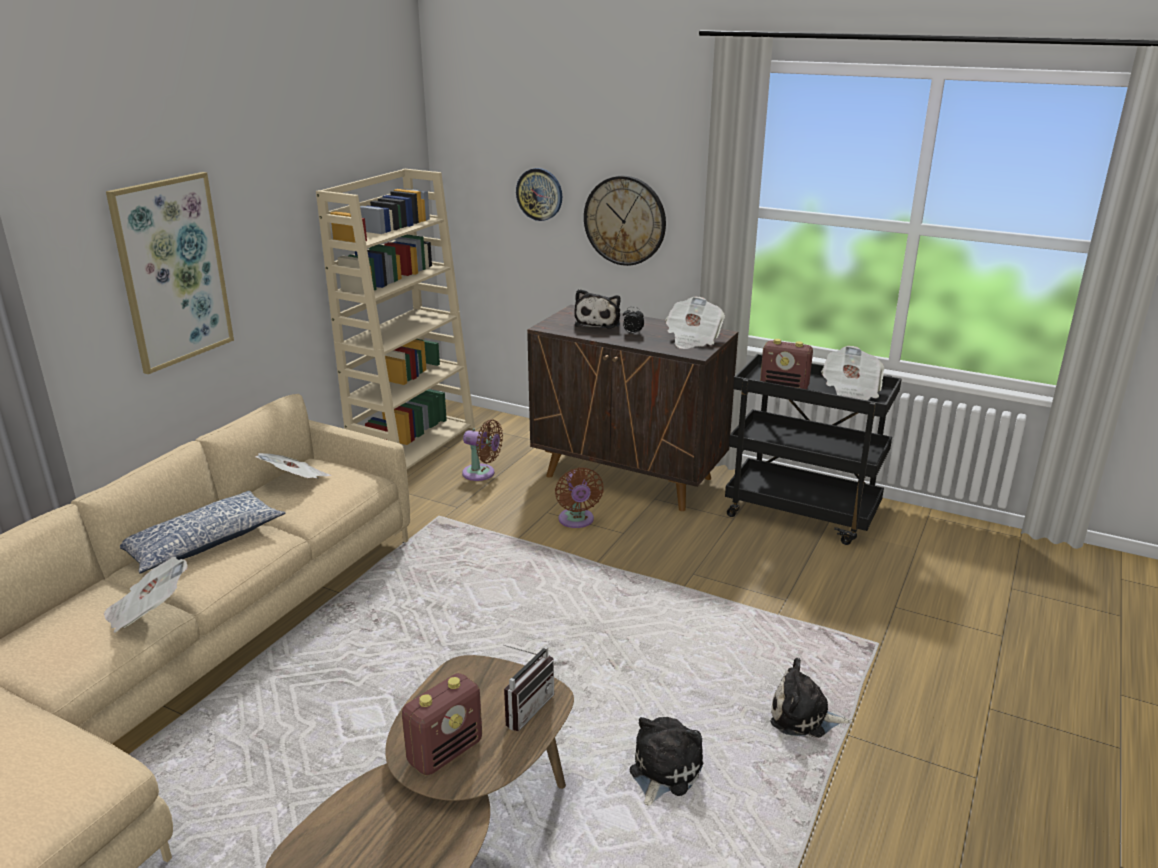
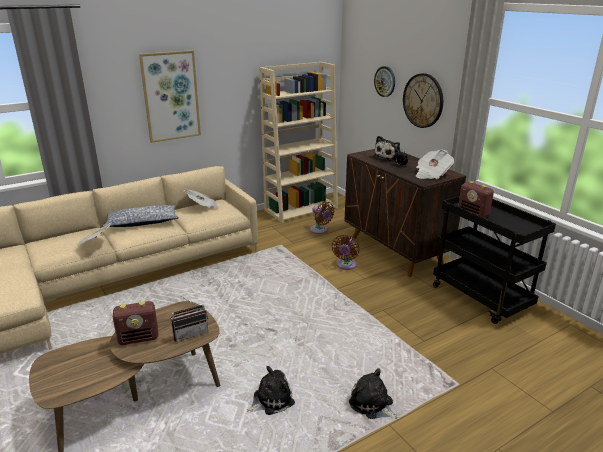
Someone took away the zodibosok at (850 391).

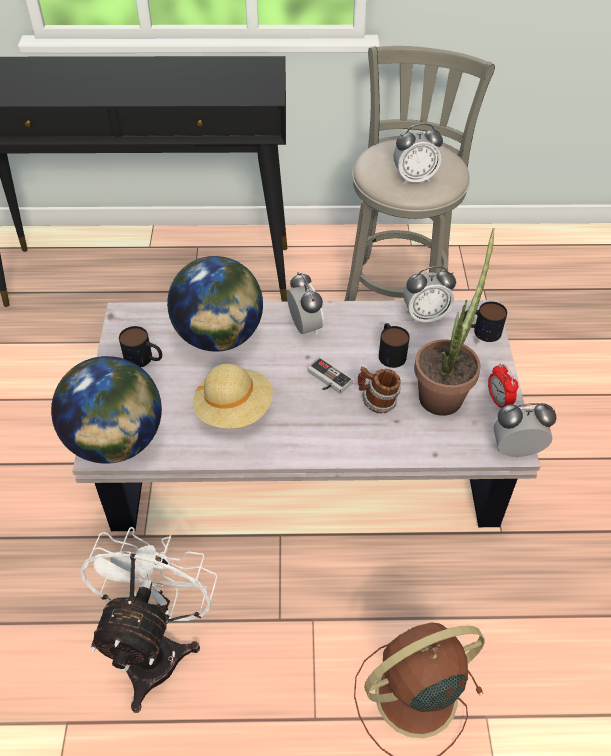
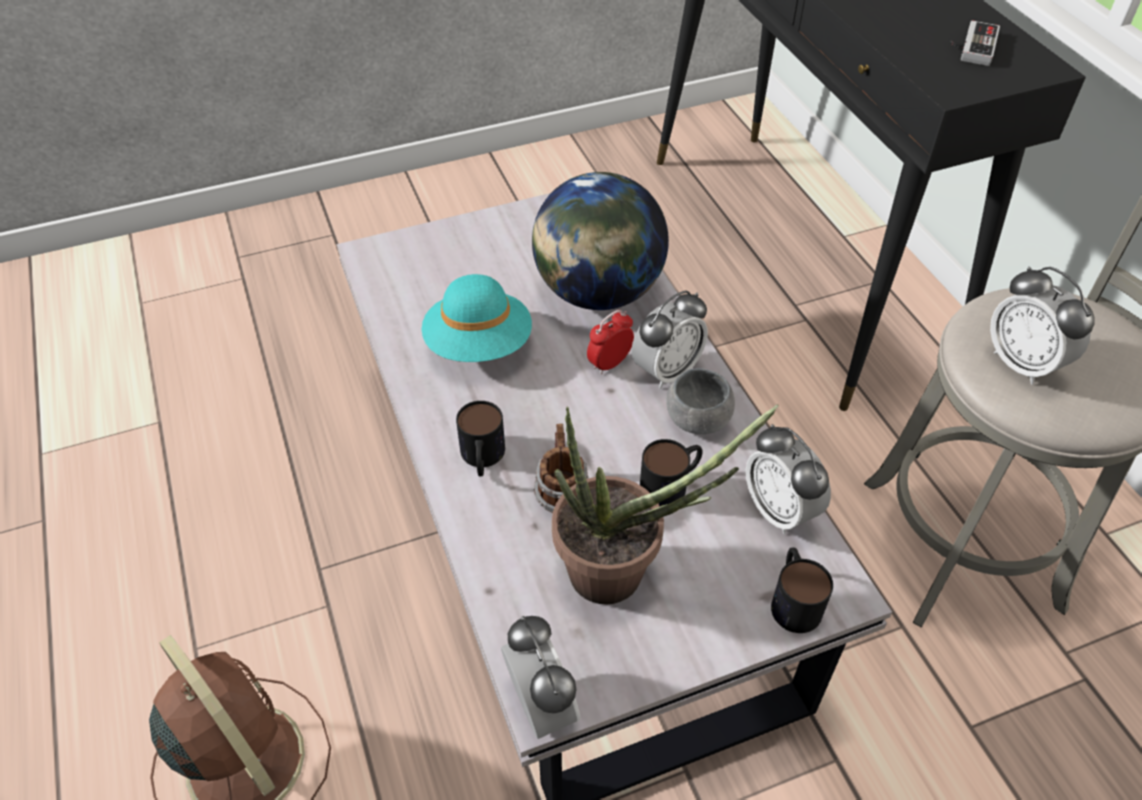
Someone took away the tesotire at (116 442). Someone took away the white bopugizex at (156 647). Someone carried the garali from (144 359) to (482 458). Someone repainted the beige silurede at (234 410), which became the turquoise silurede at (479 345). Someone carried the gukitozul from (326 380) to (971 46). Someone carried the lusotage from (498 401) to (609 363). Someone put down the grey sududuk at (697 419).

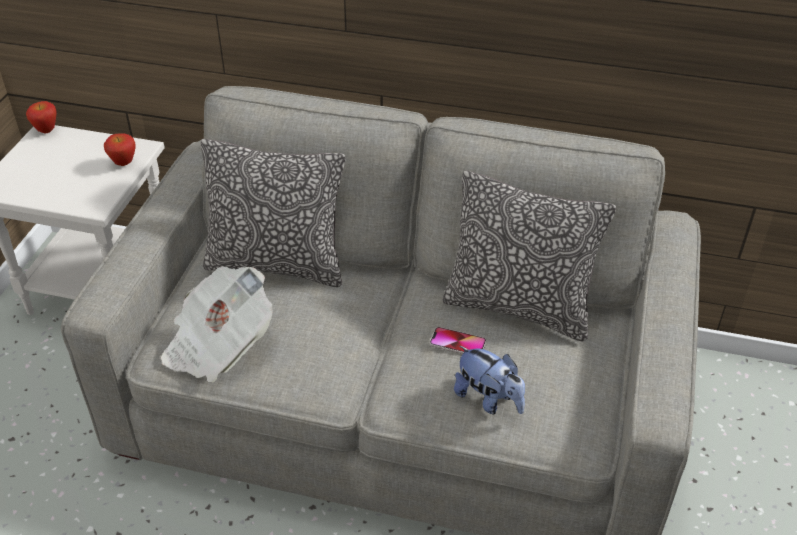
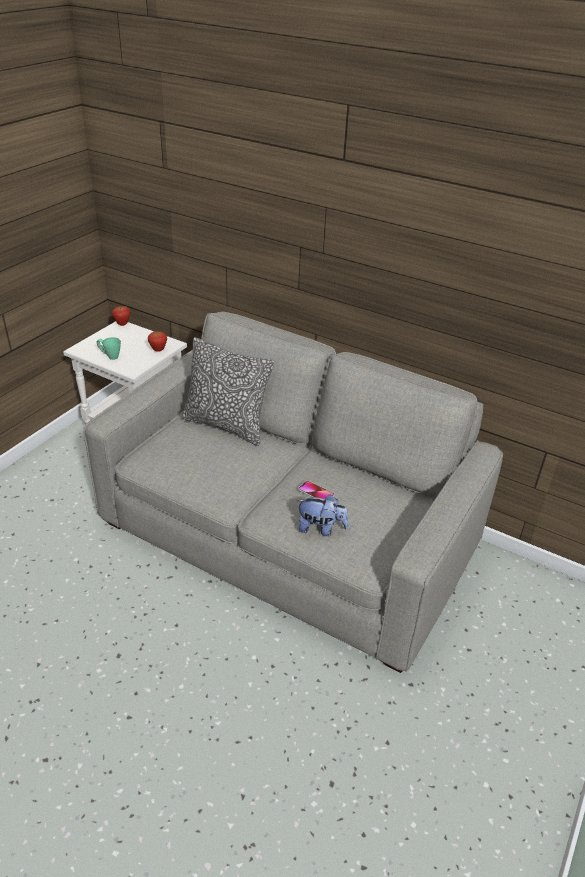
Someone took away the zodibosok at (218 344). Someone took away the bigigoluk at (518 307). Someone rotated the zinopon at (489 399) by 45 degrees counterclockwise. Someone put down the green garali at (109 356).

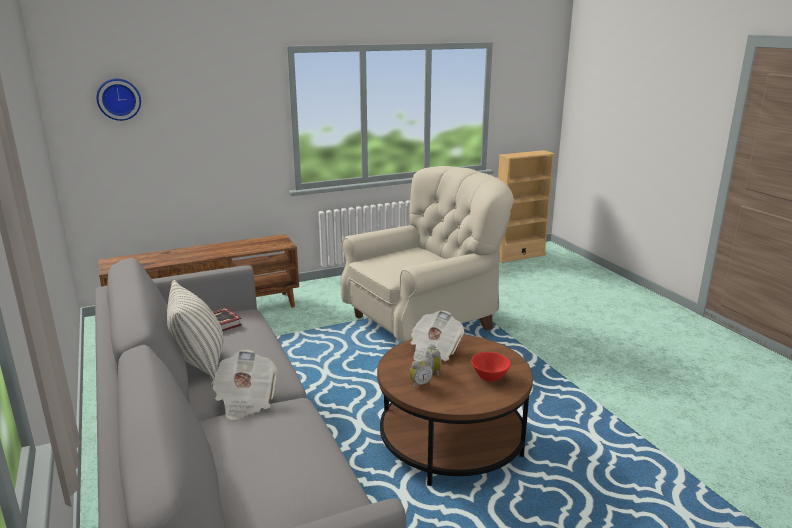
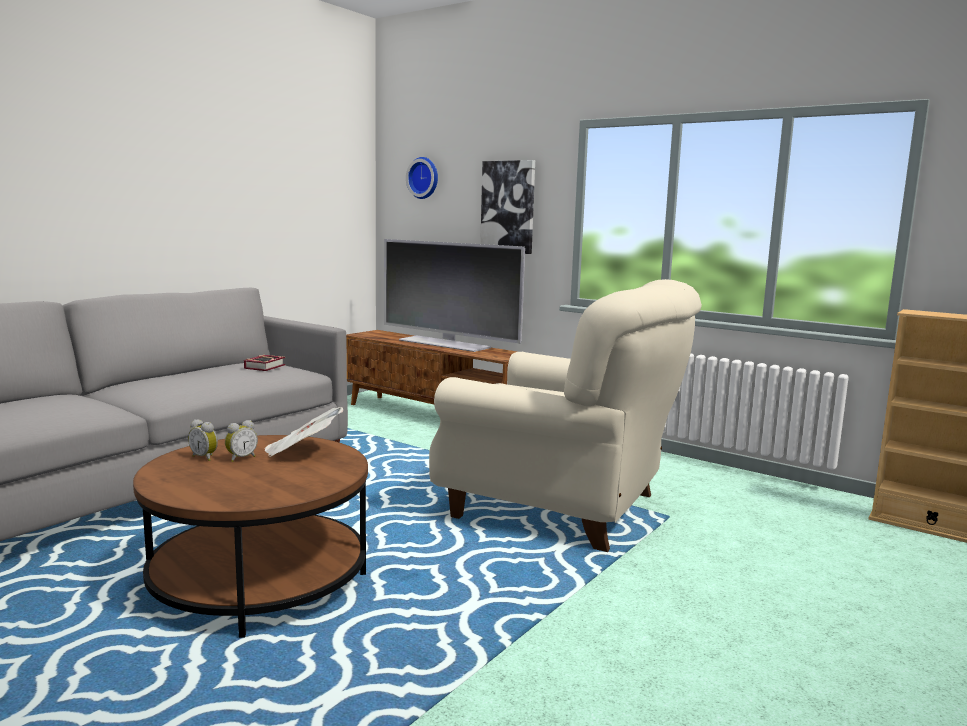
Someone took away the bigigoluk at (199 362). Someone took away the zodibosok at (245 400). Someone took away the red sududuk at (489 378). Someone put down the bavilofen at (445 343). Someone put up the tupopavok at (508 207).

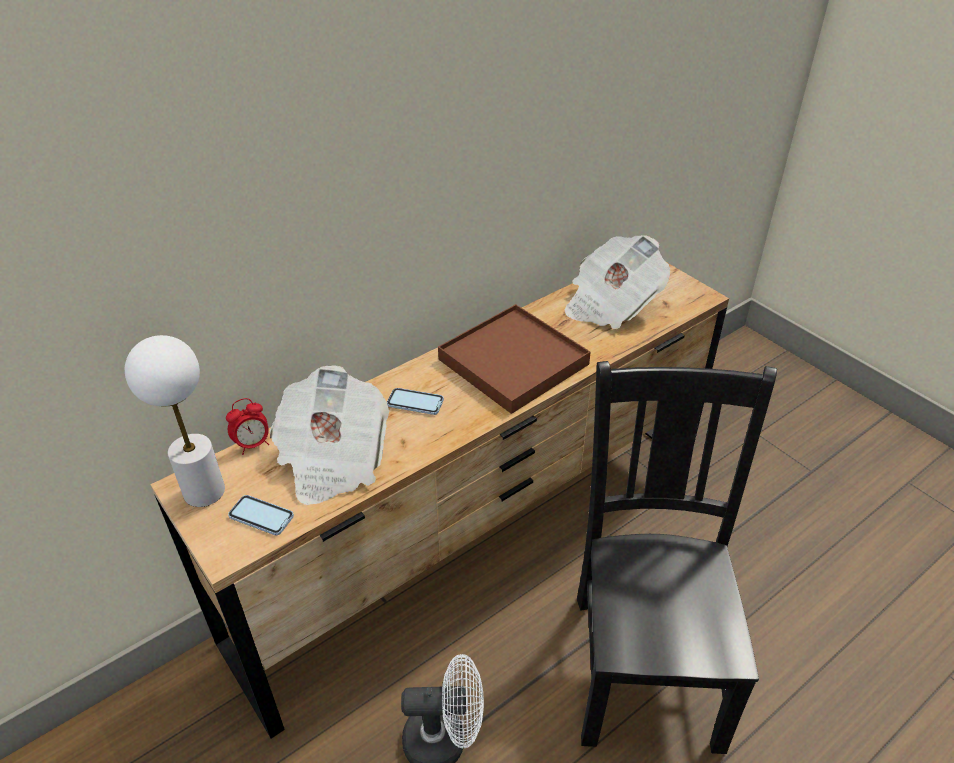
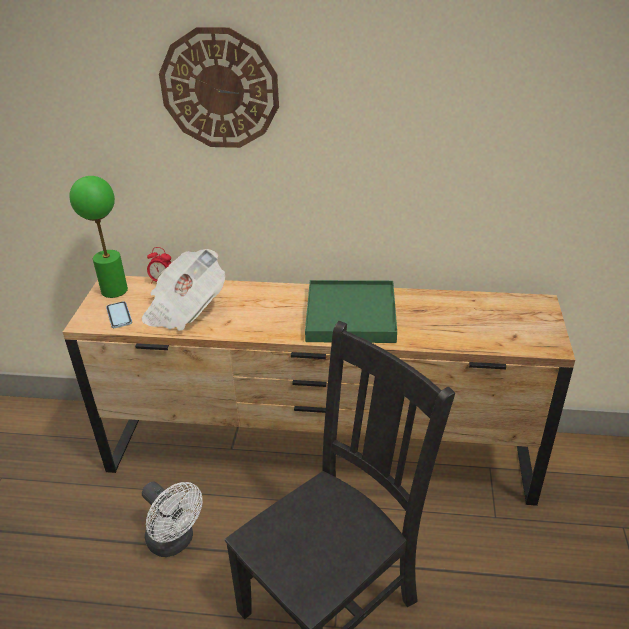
Someone repainted the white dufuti at (204 492), which became the green dufuti at (114 290). Someone took away the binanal at (415 403). Someone repainted the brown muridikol at (513 362), which became the green muridikol at (350 315). Someone took away the zodibosok at (611 304). Someone put up the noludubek at (219 89).

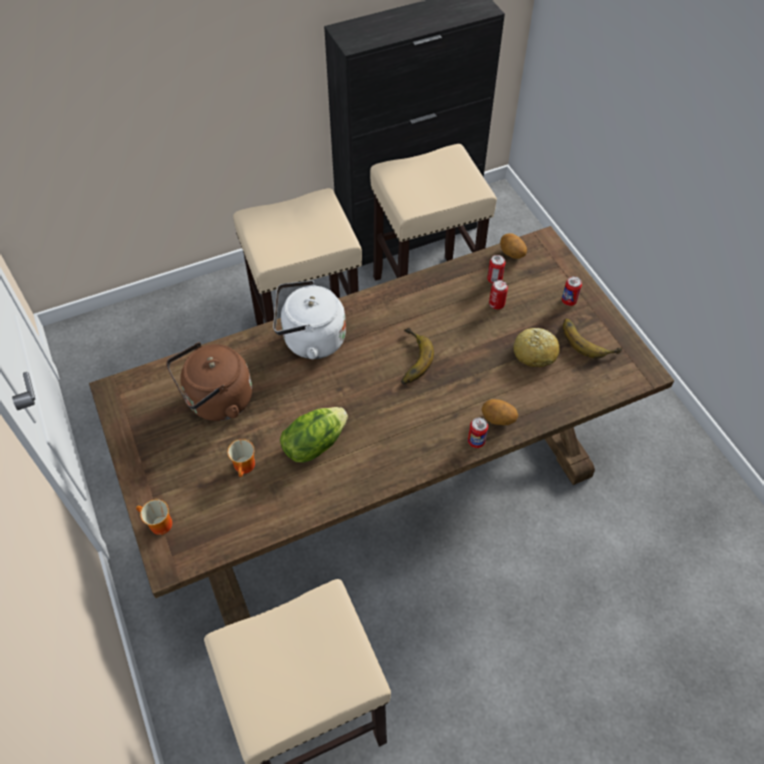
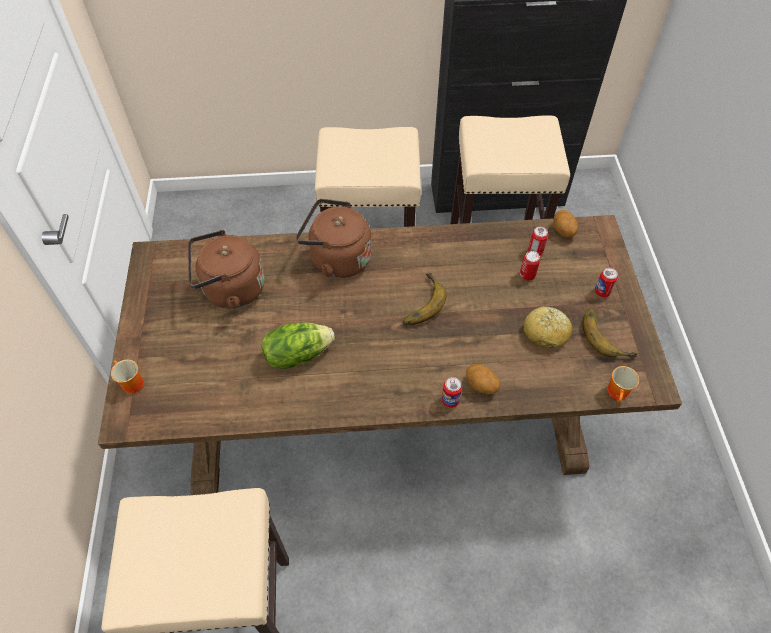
Someone carried the garali from (246 467) to (618 394). Someone repainted the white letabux at (310 340), which became the brown letabux at (336 259).

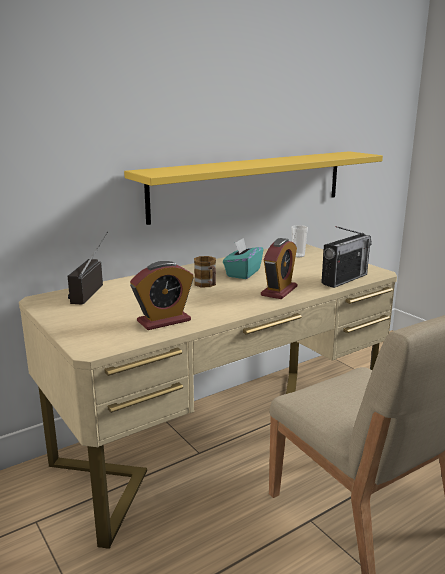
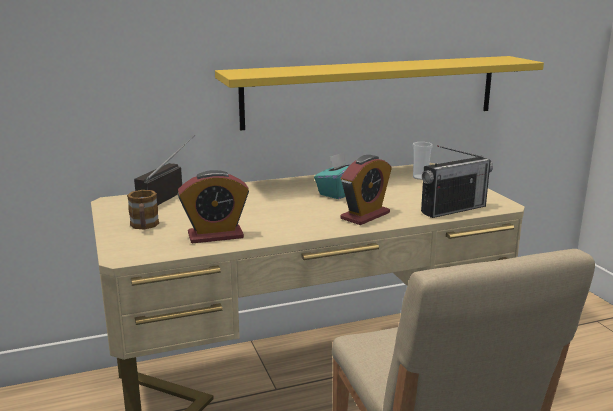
Someone carried the garali from (207 285) to (144 226).

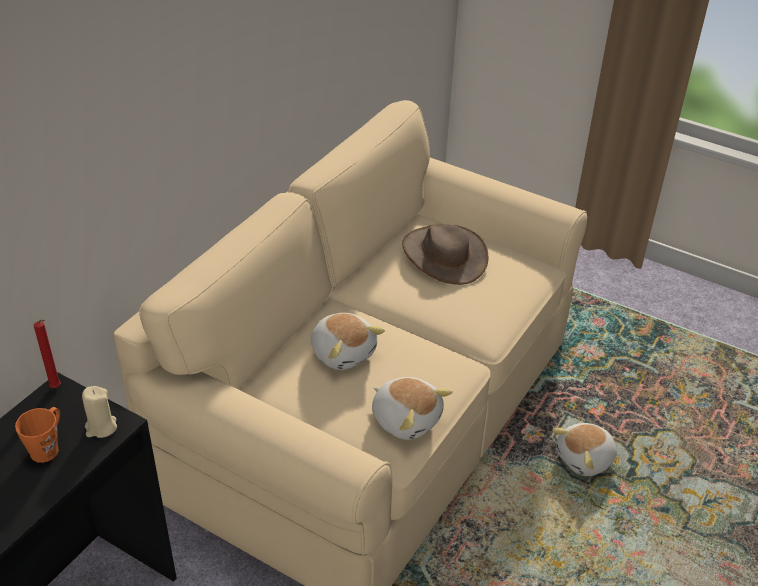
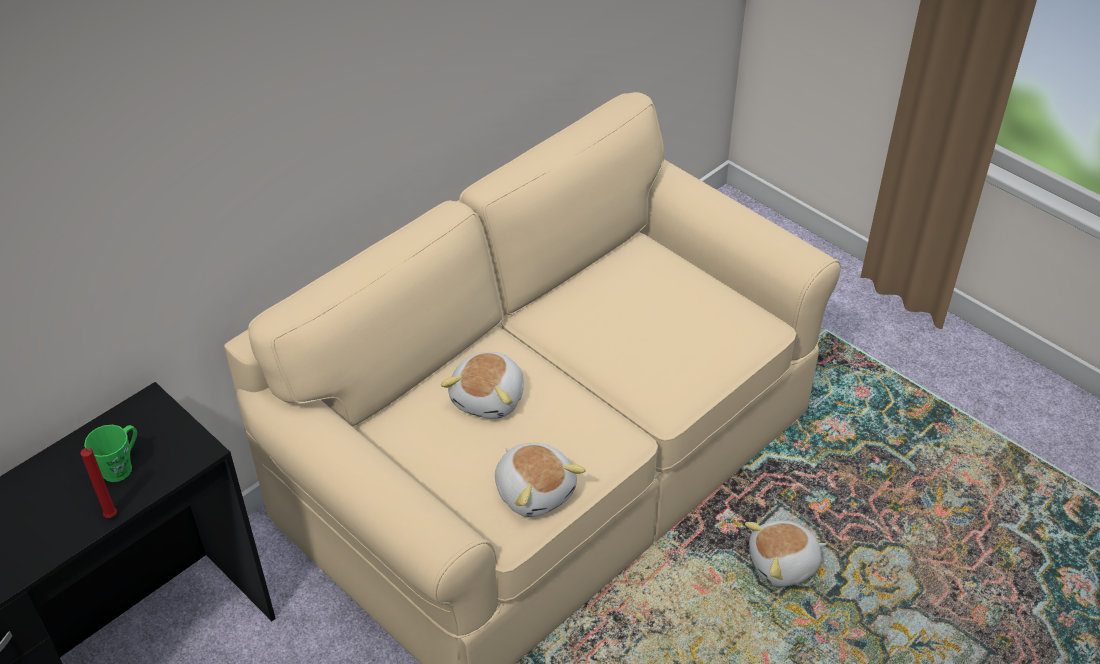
Someone repainted the orange garali at (48 447), which became the green garali at (122 466). Someone carried the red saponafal from (57 388) to (112 517). Someone took away the beige saponafal at (101 427). Someone rotated the zinopon at (343 352) by 45 degrees clockwise. Someone took away the brown silurede at (444 255).

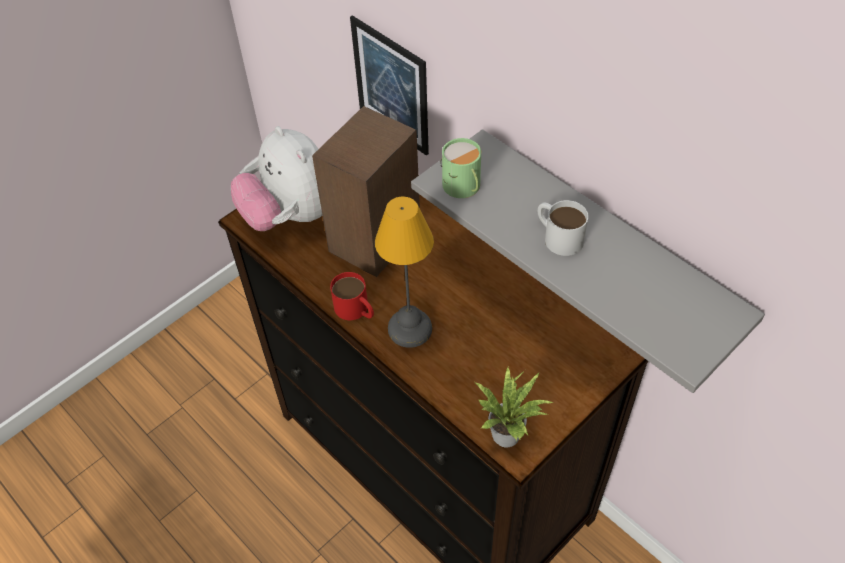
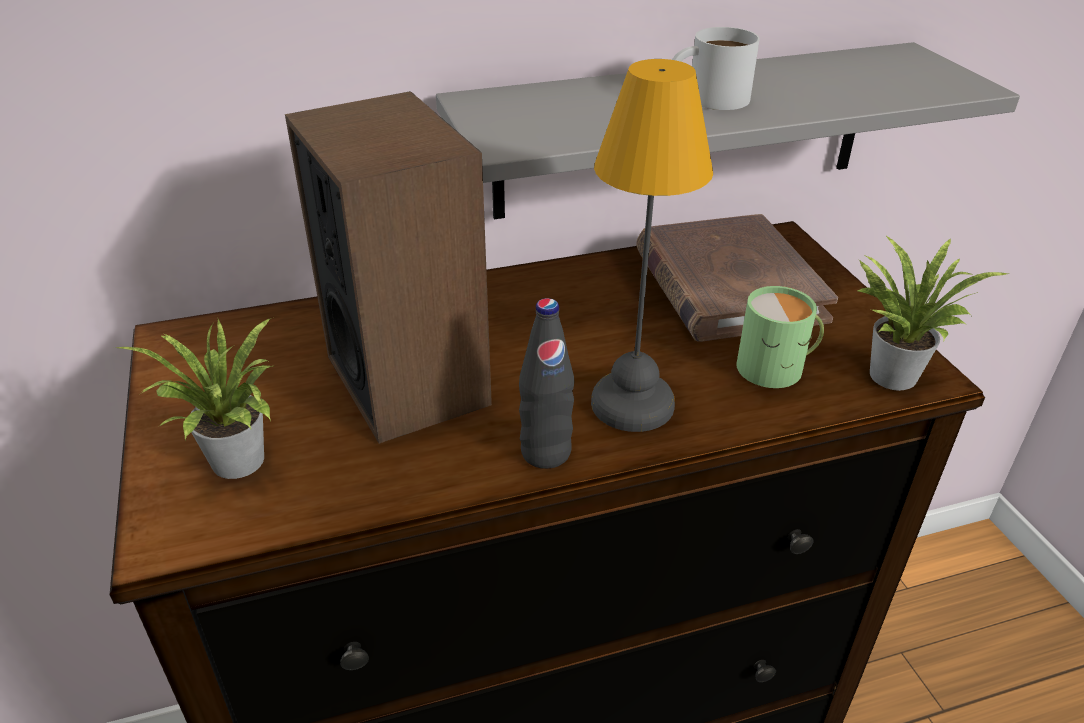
Someone swapped the zinopon at (291 216) for the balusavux at (237 466). Someone swapped the red garali at (356 310) for the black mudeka at (546 452). Someone took away the tupopavok at (391 86). Someone carried the green garali from (463 187) to (777 368). Someone put down the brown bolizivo at (727 285).

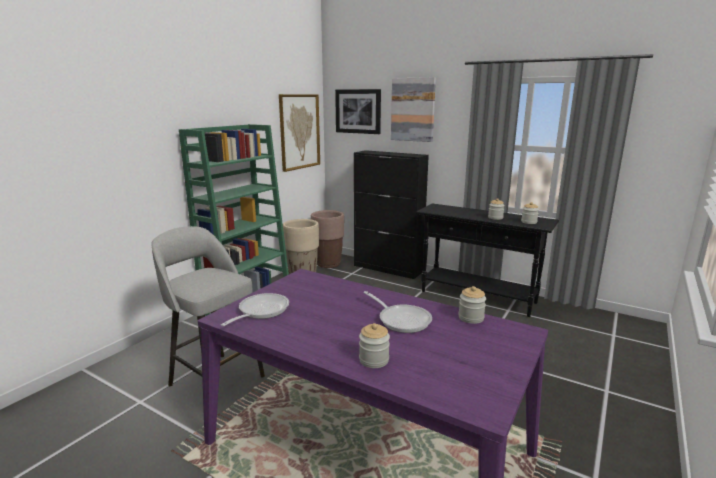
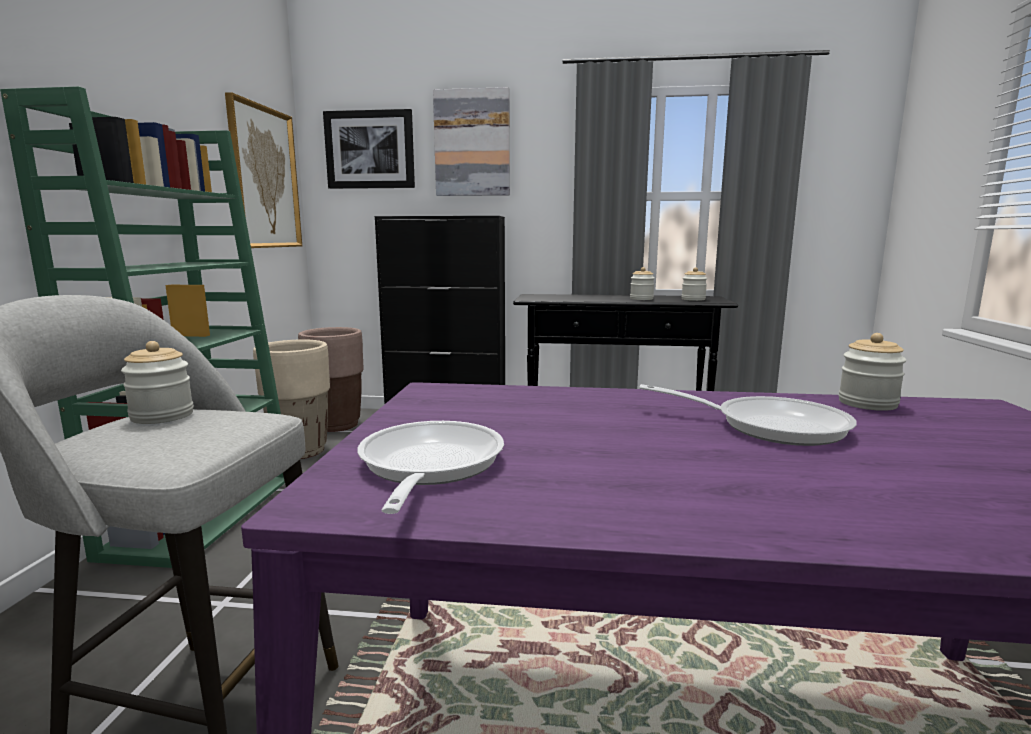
Someone carried the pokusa from (374 360) to (162 416).

